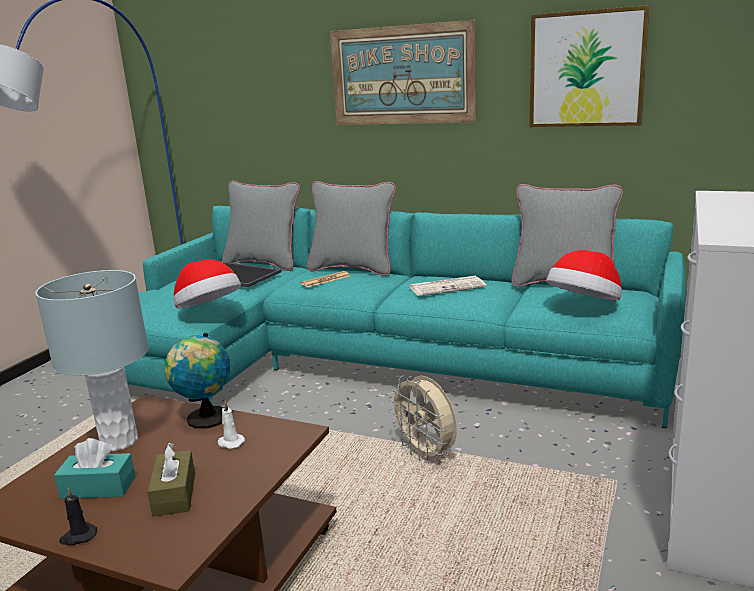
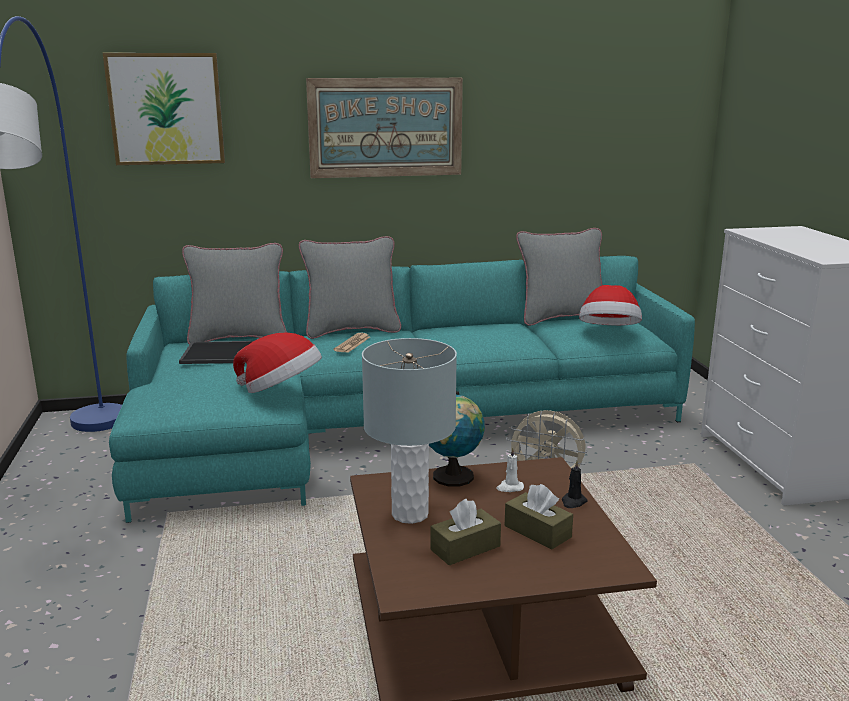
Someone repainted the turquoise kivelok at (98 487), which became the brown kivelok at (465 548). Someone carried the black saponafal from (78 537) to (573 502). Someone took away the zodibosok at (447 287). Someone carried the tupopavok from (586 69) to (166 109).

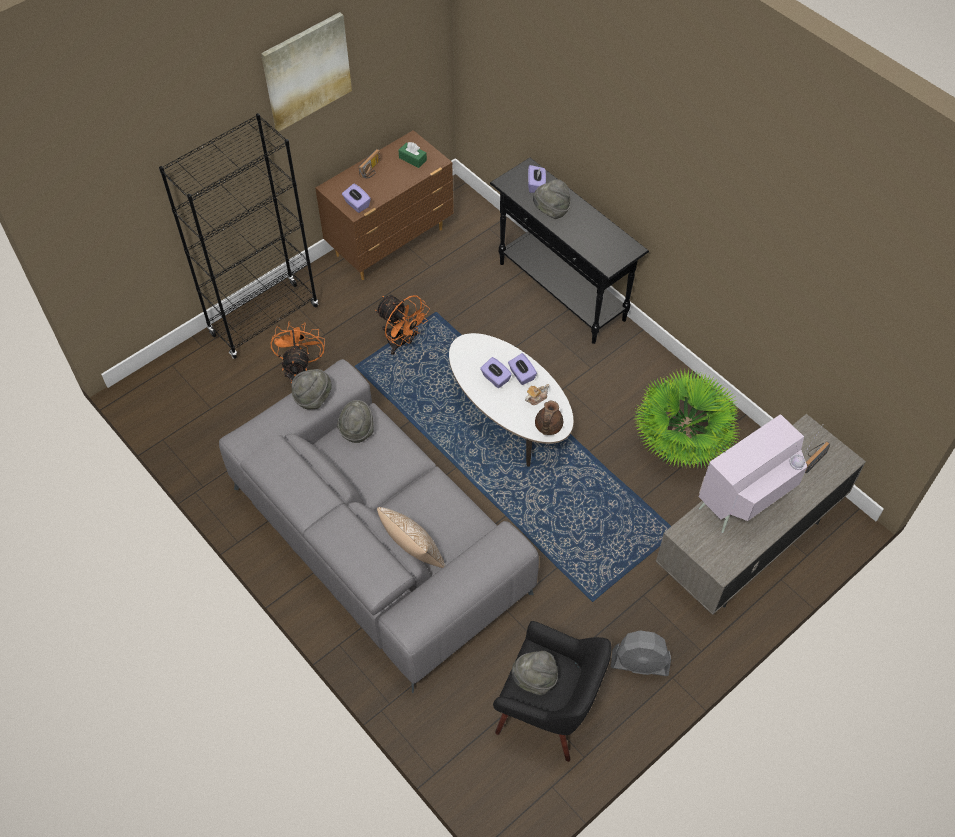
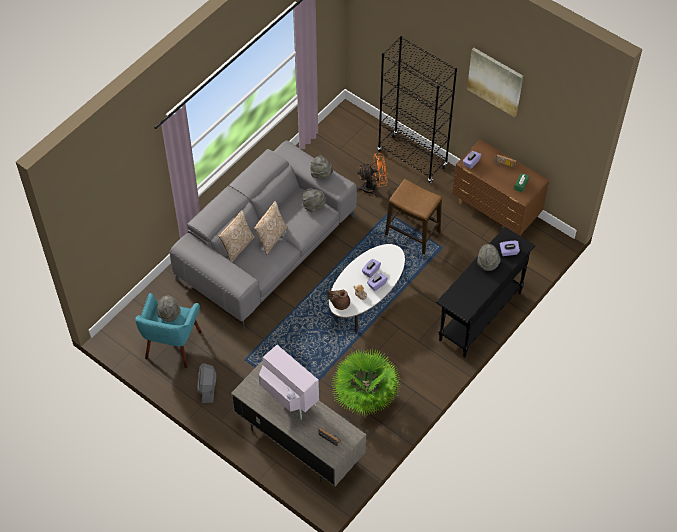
Someone swapped the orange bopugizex at (402 342) for the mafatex at (413 233). Someone repainted the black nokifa at (548 712), which became the turquoise nokifa at (172 345). Someone put down the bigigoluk at (271 238).

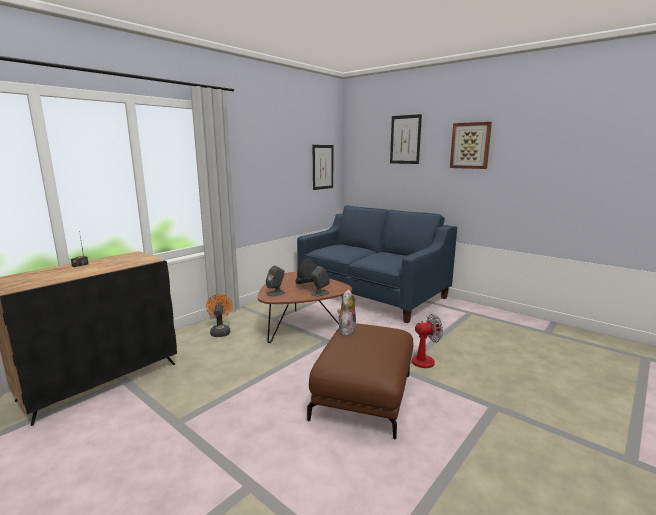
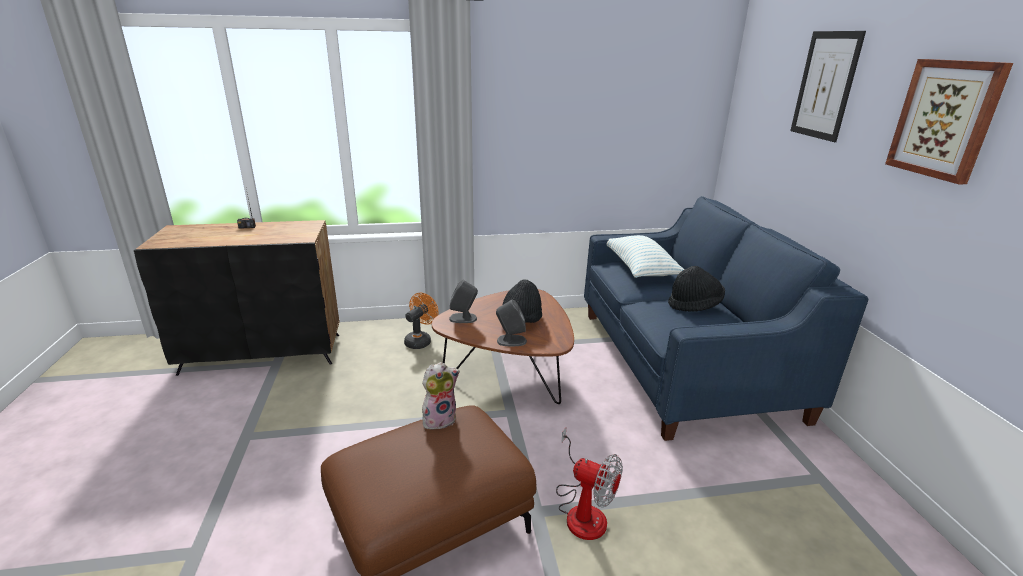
Someone took away the tupopavok at (322 167). Someone put down the bigigoluk at (640 269). Someone put down the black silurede at (694 305).

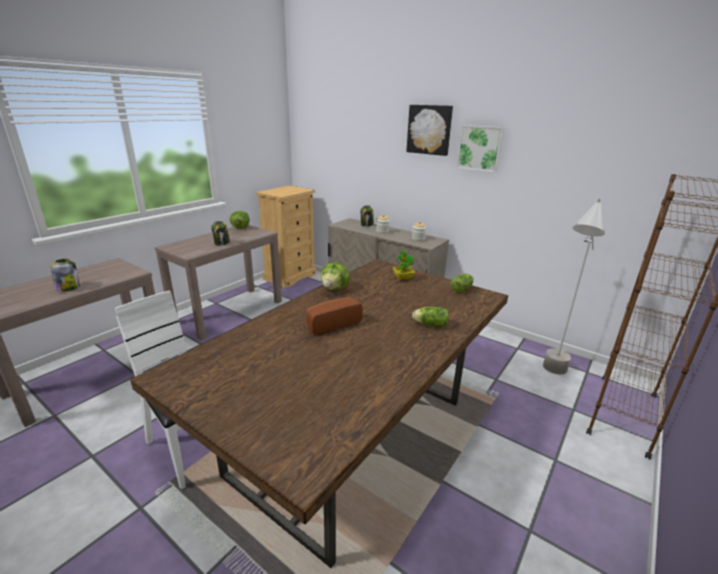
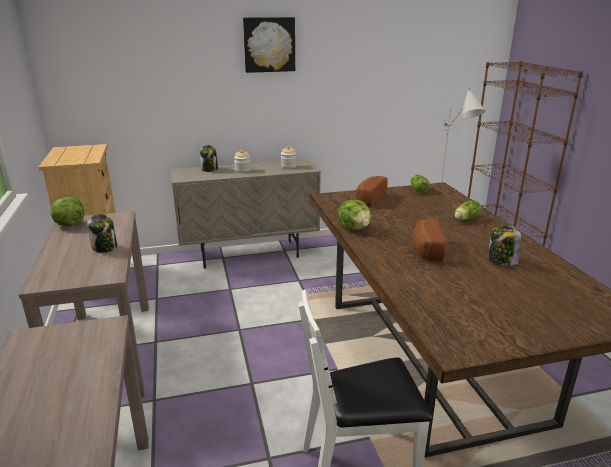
Someone carried the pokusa from (68 288) to (501 261). Someone swapped the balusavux at (403 278) for the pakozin at (369 199). Someone took away the tupopavok at (480 148).

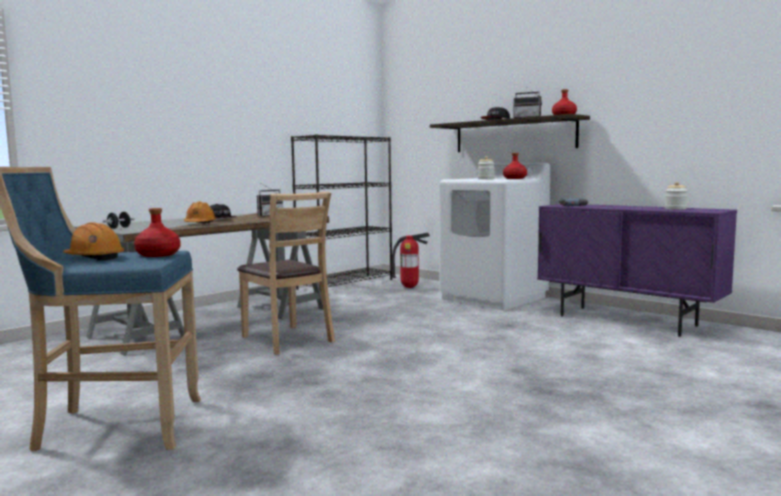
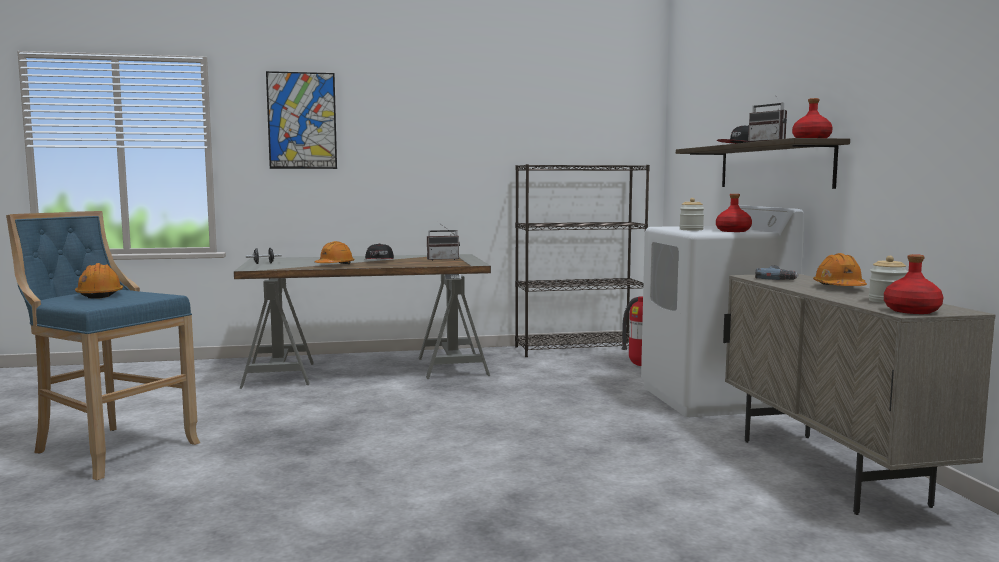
Someone carried the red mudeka from (158 255) to (912 311). Someone took away the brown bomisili at (287 339). Someone repainted the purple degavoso at (627 321), which became the beige degavoso at (829 471). Someone put up the tupopavok at (302 121). Someone put down the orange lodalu at (839 288).

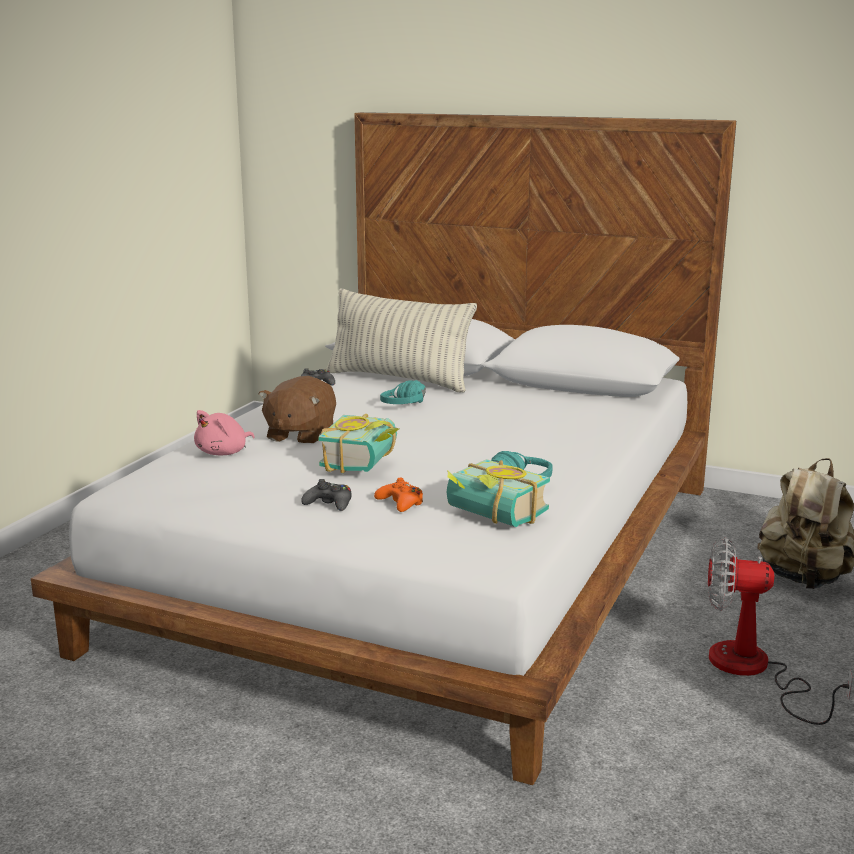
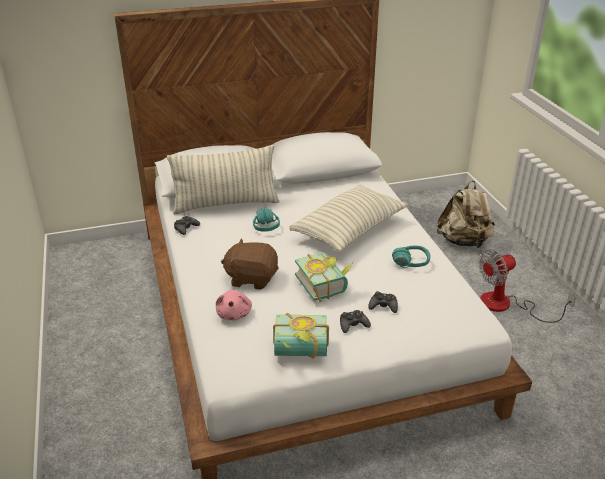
Someone rotated the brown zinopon at (300 435) by 120 degrees clockwise. Someone repainted the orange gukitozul at (400 503), which became the black gukitozul at (383 306). Someone carried the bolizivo from (491 517) to (300 352). Someone put down the bigigoluk at (349 230).

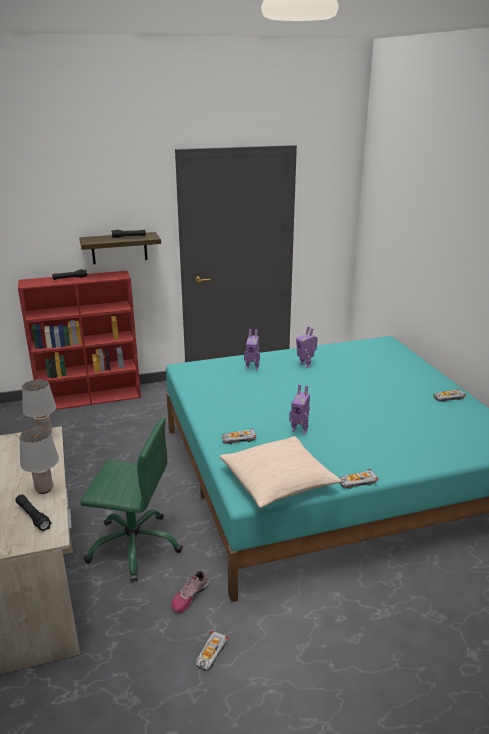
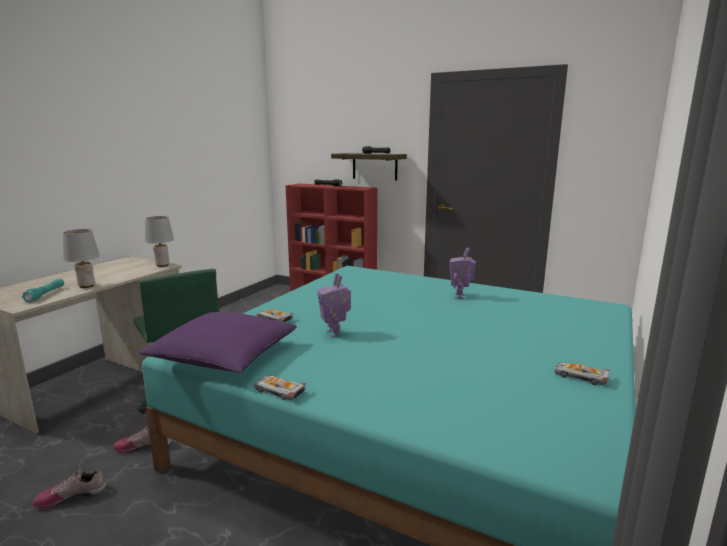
Someone repainted the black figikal at (33 516), which became the turquoise figikal at (45 294). Someone swapped the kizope at (211 654) for the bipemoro at (72 495). Someone repainted the beige bigigoluk at (278 481), which became the purple bigigoluk at (224 356). Someone took away the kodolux at (252 368).

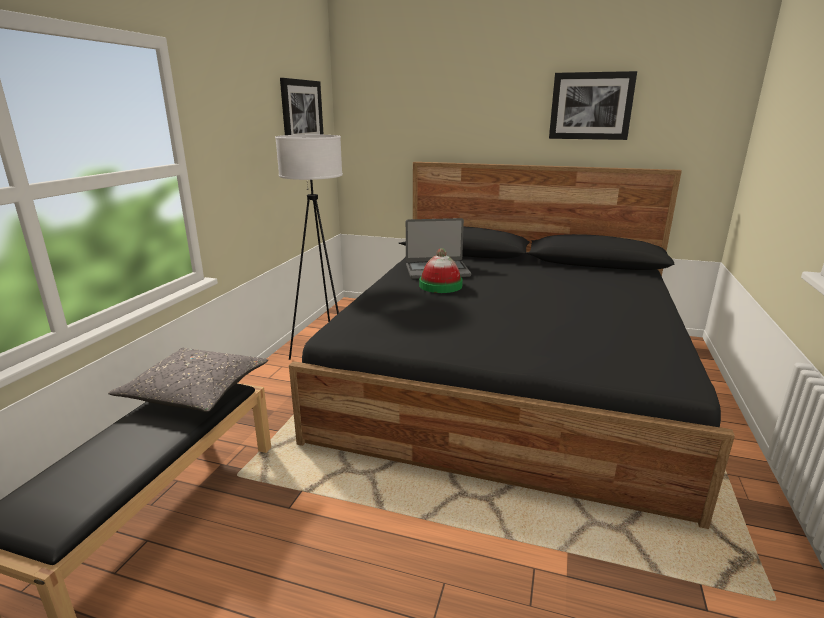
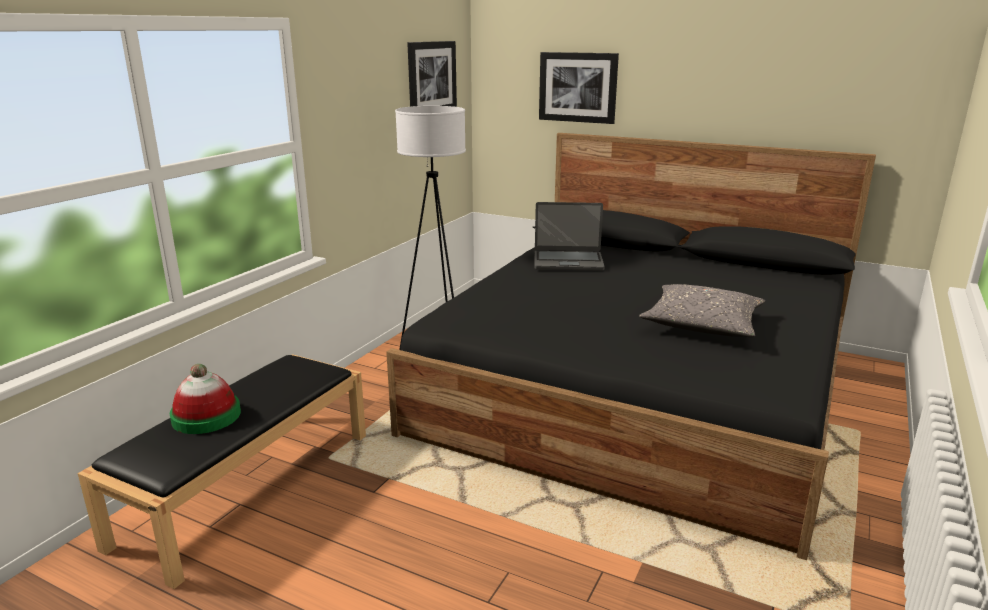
Someone carried the grey bigigoluk from (196 392) to (702 325). Someone carried the silurede from (440 285) to (206 416). Someone carried the tupopavok from (591 106) to (578 87).

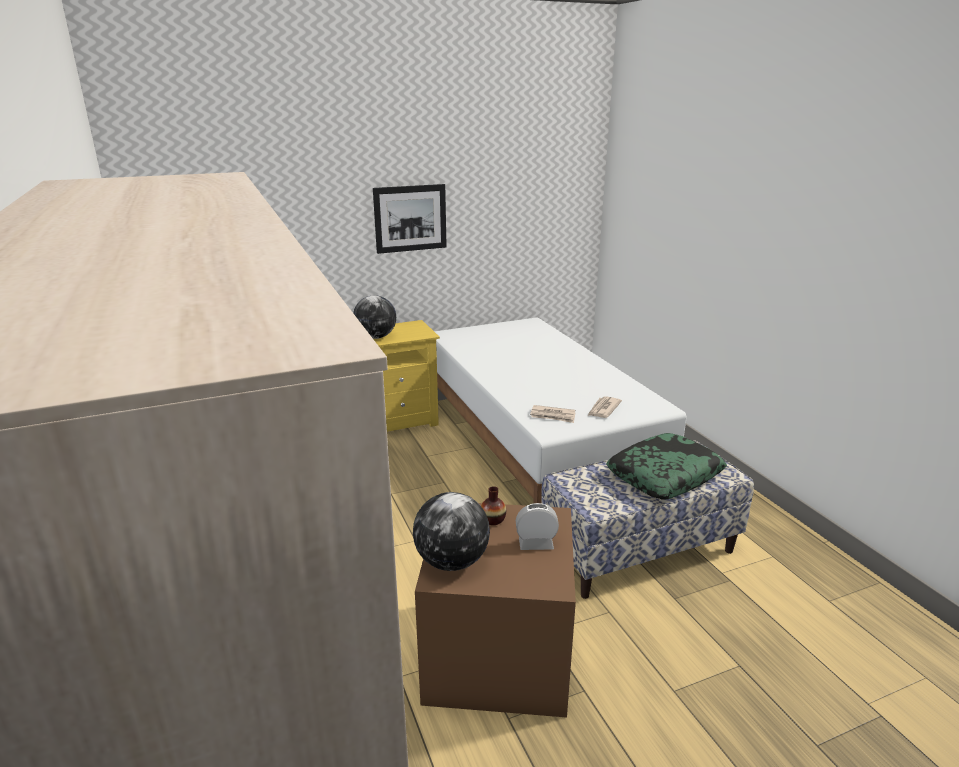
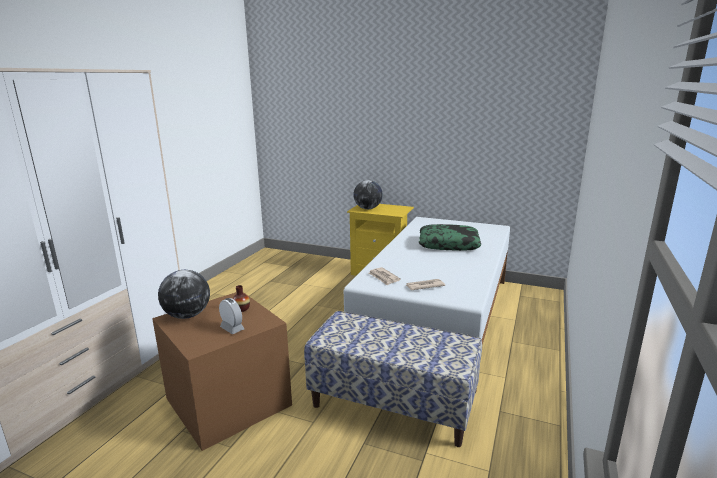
Someone took away the tupopavok at (410 218). Someone carried the bigigoluk from (664 475) to (448 244).

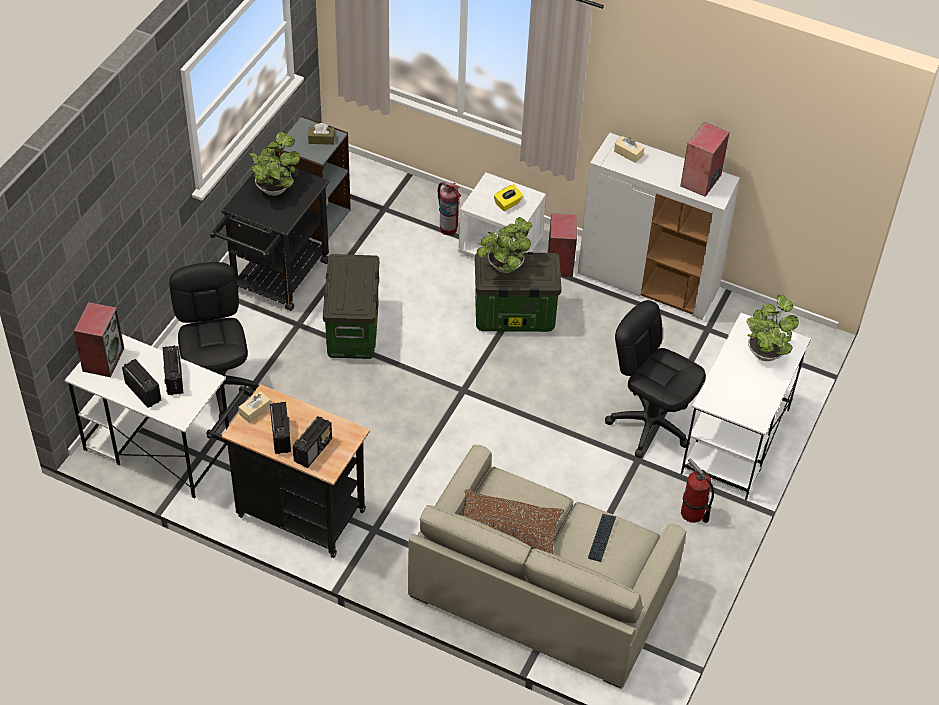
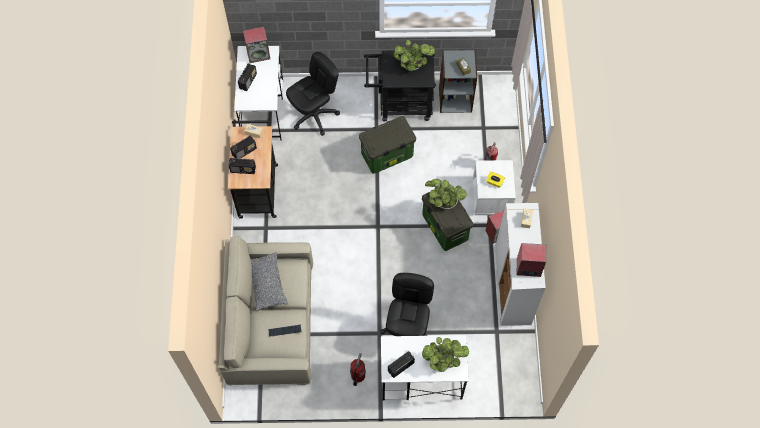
Someone carried the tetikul from (174 379) to (400 367). Someone repainted the brown bigigoluk at (507 529), which became the grey bigigoluk at (267 283).

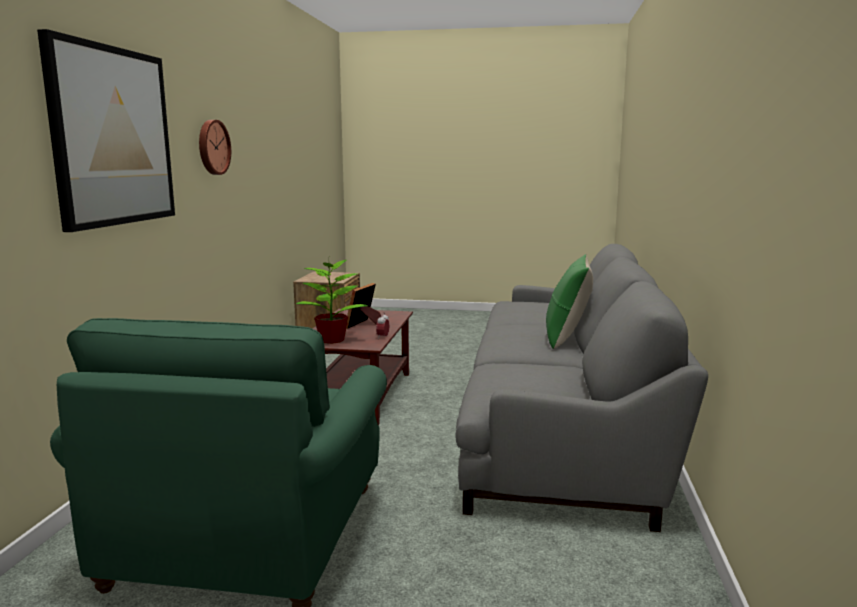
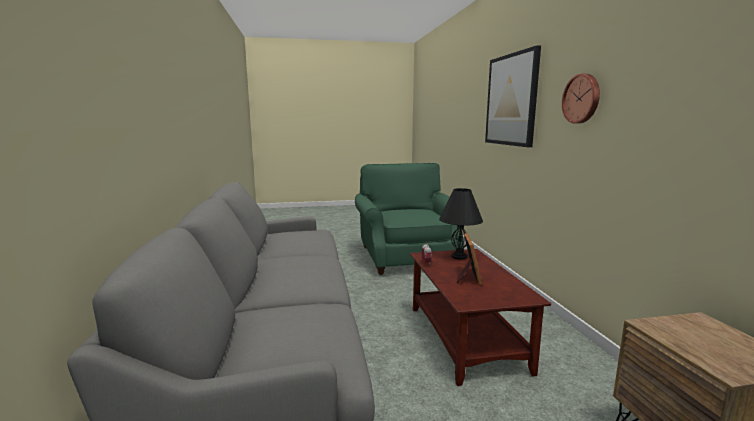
Someone swapped the balusavux at (332 340) for the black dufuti at (458 256). Someone took away the green bigigoluk at (567 337).

